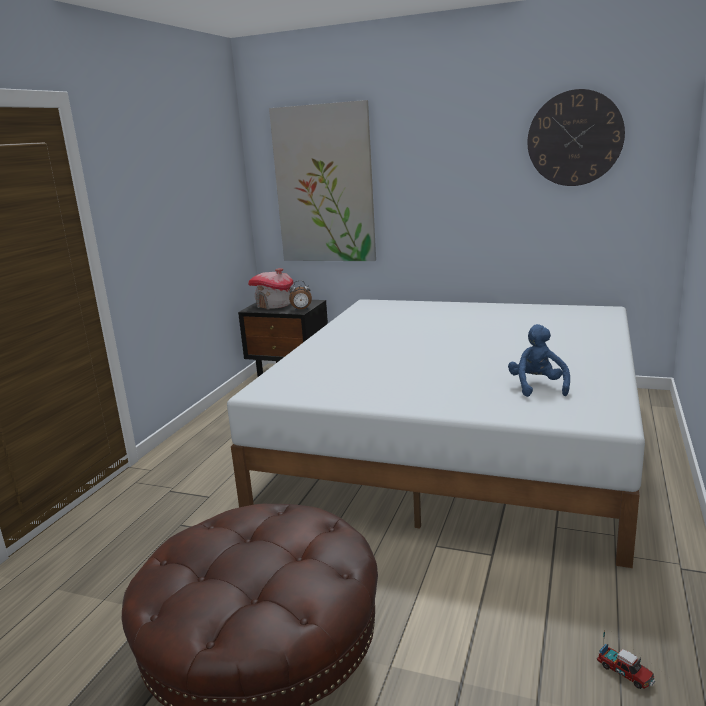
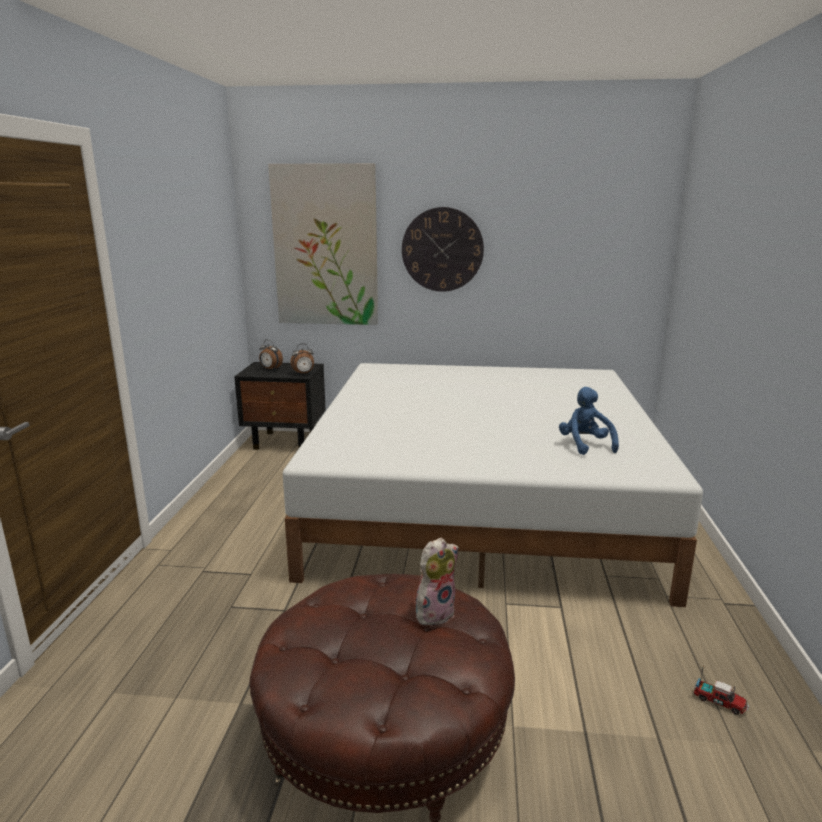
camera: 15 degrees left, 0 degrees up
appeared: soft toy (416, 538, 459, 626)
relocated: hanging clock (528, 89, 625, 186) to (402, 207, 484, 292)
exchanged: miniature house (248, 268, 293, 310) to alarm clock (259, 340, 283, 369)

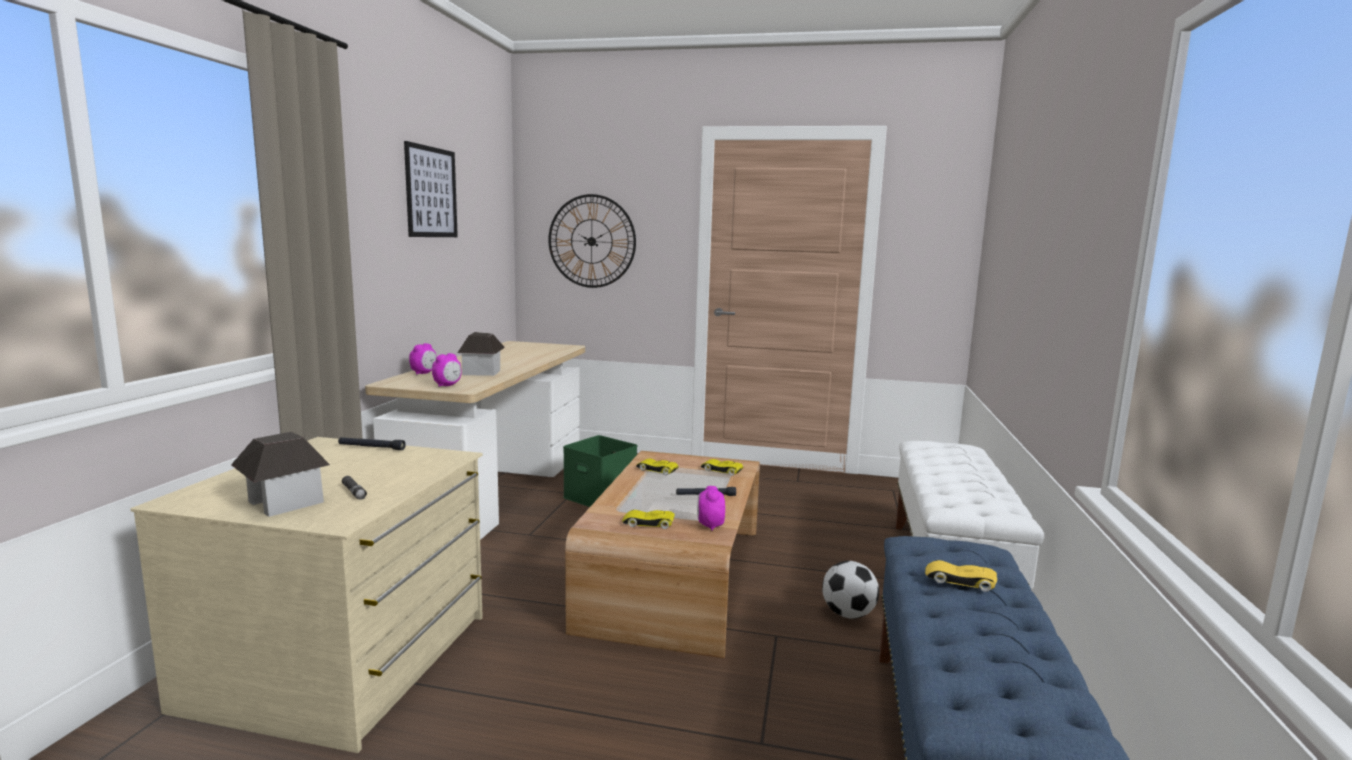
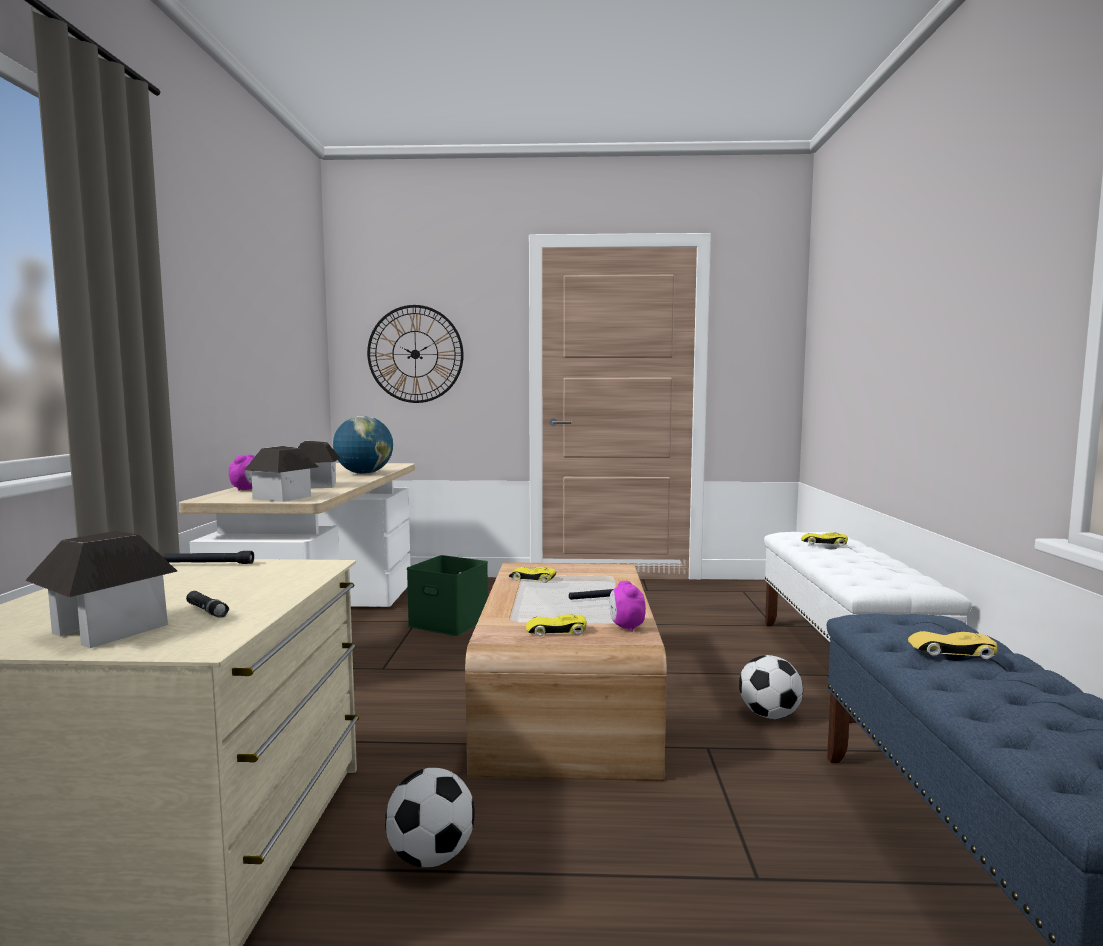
camera: 10 degrees left, 5 degrees down
missing: wall picture (404, 141, 458, 237)
appeared: world globe (333, 416, 393, 474); football ball (385, 768, 475, 867)
relocated: yellowish miniature car (701, 459, 743, 476) to (801, 532, 848, 546)
exchanged: alarm clock (432, 353, 462, 387) to miniature house (244, 446, 318, 502)

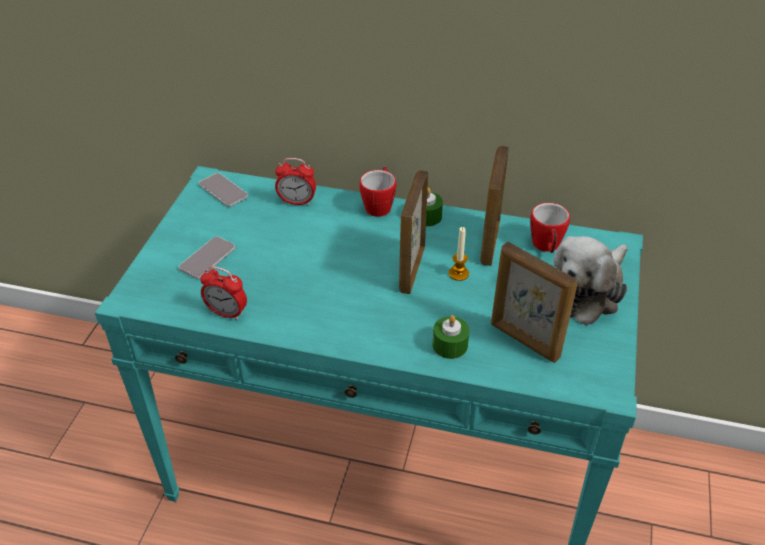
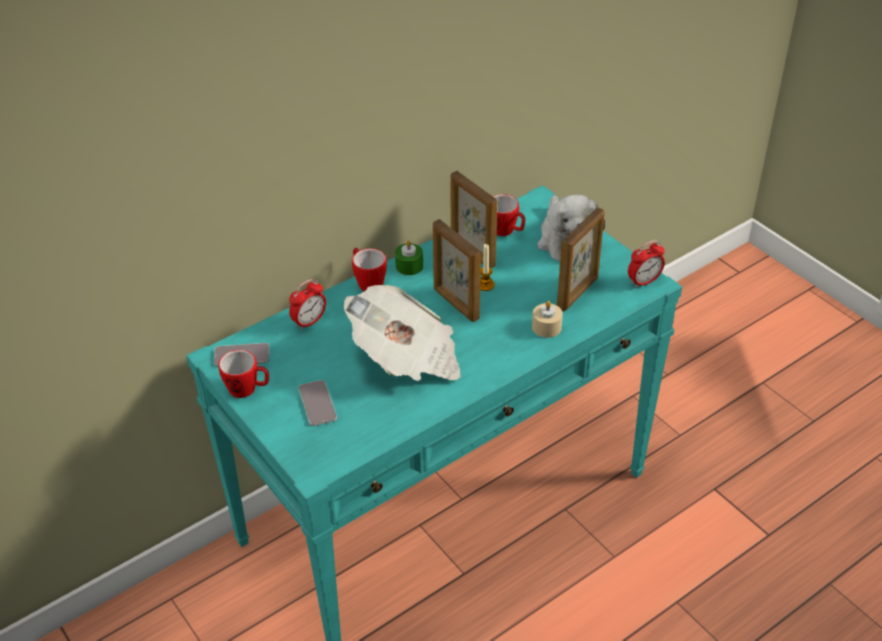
camera: 50 degrees left, 0 degrees up
appeared: tea mug (218, 350, 269, 398); newspaper (343, 285, 461, 381)
relocated: alarm clock (200, 266, 247, 320) to (628, 240, 665, 288)
colour: green wax candle (432, 315, 470, 359) to sand-coloured wax candle (532, 301, 563, 338)
spun: picture frame (491, 242, 578, 363) = (557, 207, 605, 311) 45 degrees counterclockwise

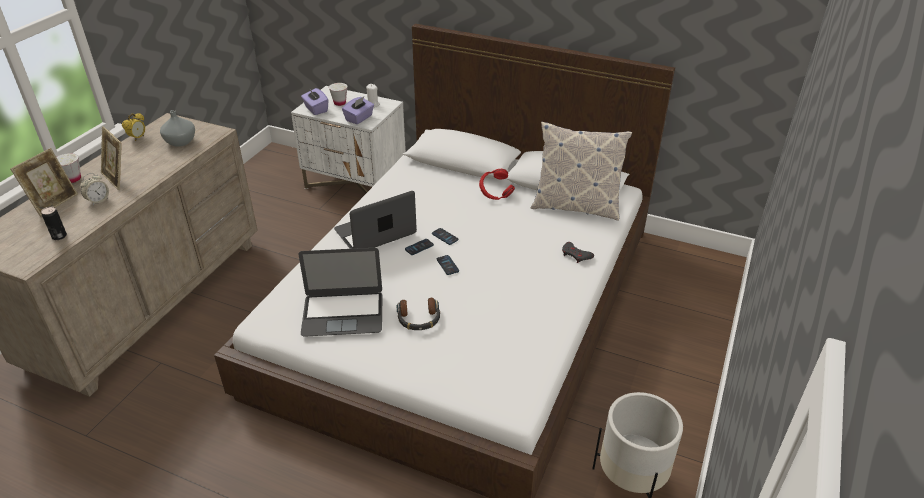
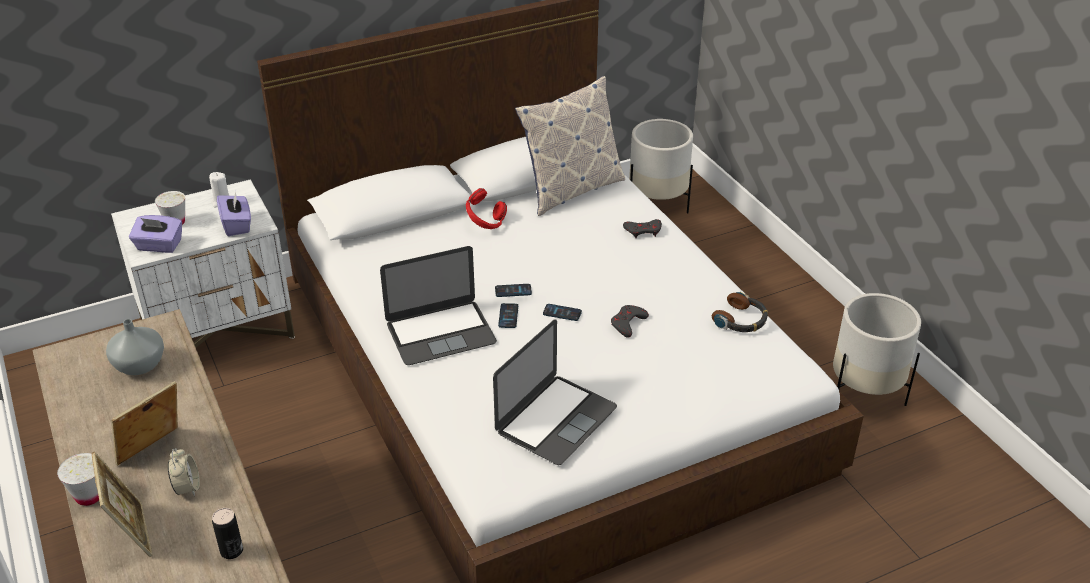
camera: 50 degrees left, 0 degrees up
missing: alarm clock (122, 113, 145, 141)
appeared: greyish joypad (611, 305, 649, 337); white flower pot (629, 119, 693, 213)
relocated: headphones (396, 298, 440, 330) to (712, 292, 768, 332)
spun: picture frame (101, 126, 122, 190) = (111, 381, 178, 466) 135 degrees clockwise; portable computer (334, 191, 417, 249) = (380, 246, 497, 365) 120 degrees counterclockwise

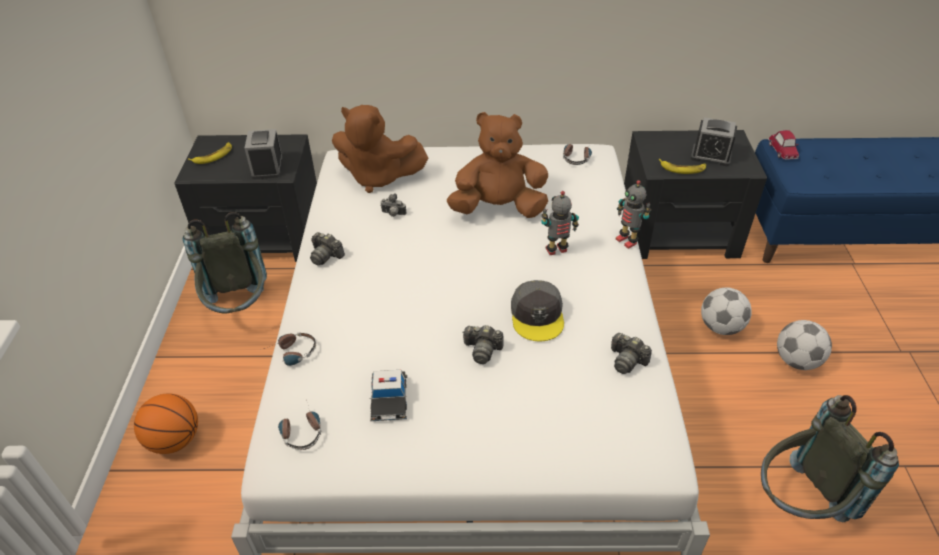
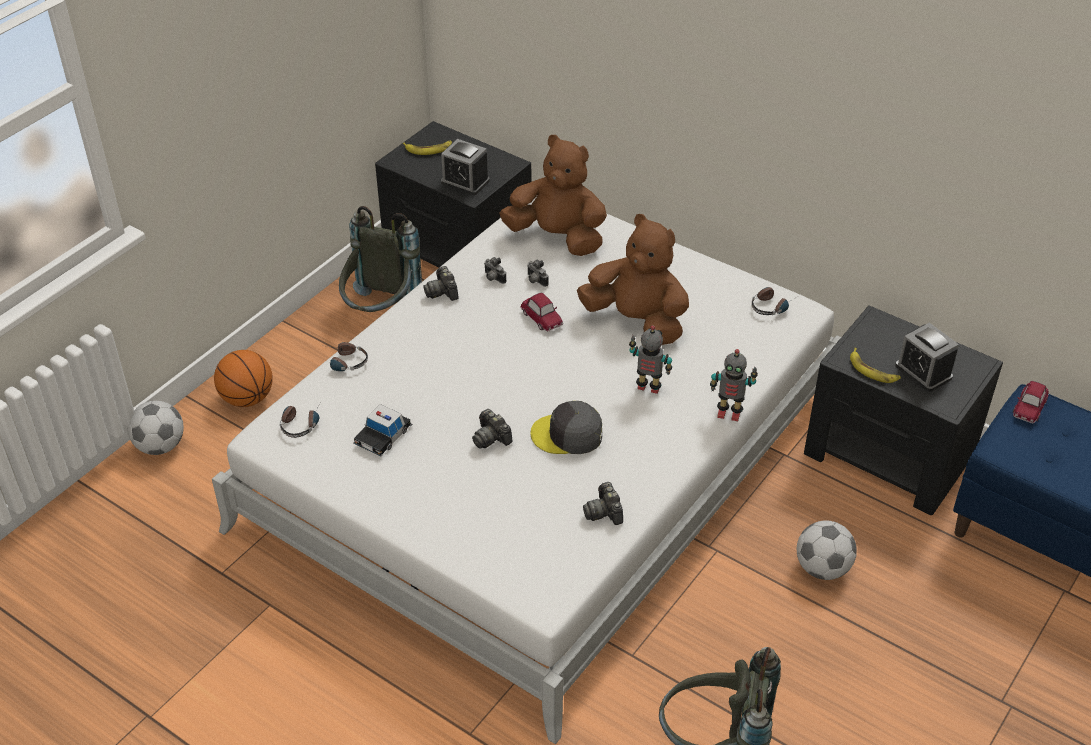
camera: 35 degrees right, 0 degrees up
appeared: photo camera (484, 257, 506, 284); miniature car (520, 293, 563, 331)
relocated: football ball (777, 320, 832, 370) to (127, 401, 184, 455)
spun: alarm clock (244, 129, 282, 179) = (441, 139, 490, 195) 90 degrees counterclockwise; brown soft toy (332, 105, 428, 193) = (499, 135, 607, 256) 150 degrees clockwise; greyish baseball cap (511, 280, 564, 342) = (530, 401, 602, 454) 60 degrees clockwise; model robot (616, 180, 651, 249) = (710, 349, 758, 421) 75 degrees counterclockwise

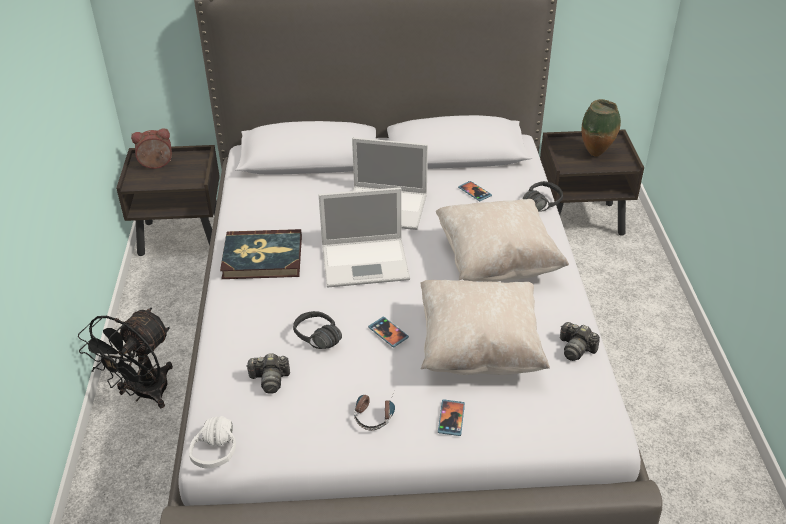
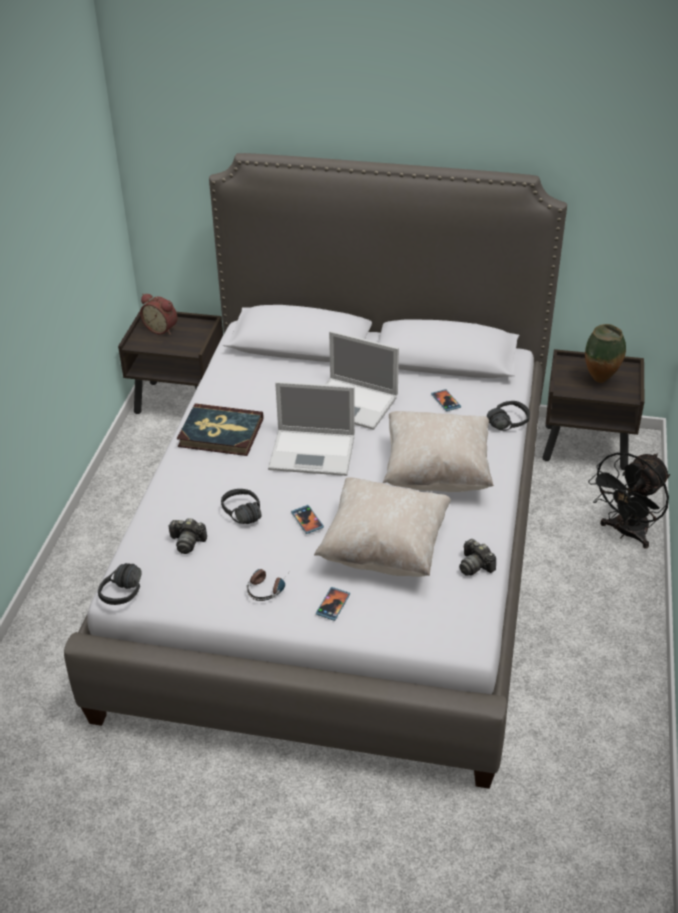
camera: 15 degrees right, 0 degrees up
relocated: blackish fan (78, 308, 173, 408) to (588, 453, 670, 549)
colour: white headphones (189, 416, 236, 469) to blackish headphones (98, 563, 142, 605)
spun: alarm clock (131, 128, 172, 169) = (140, 294, 177, 335) 150 degrees counterclockwise

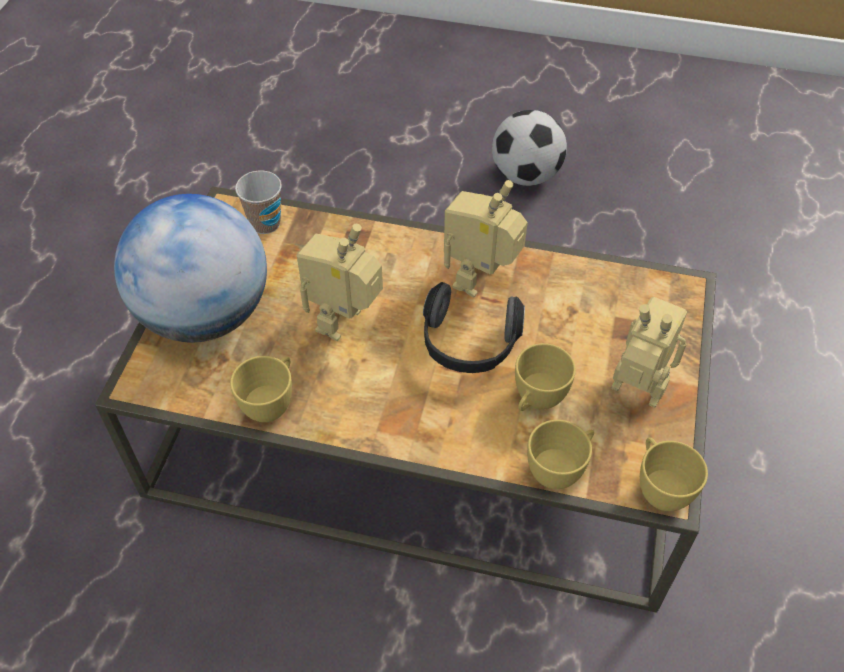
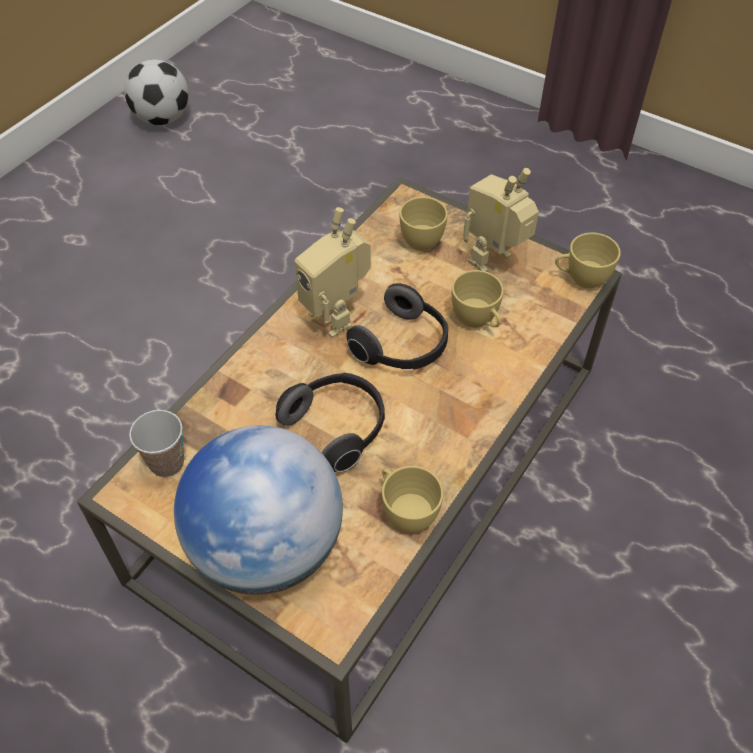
camera: 70 degrees left, 0 degrees up
relocated: football ball (492, 110, 567, 186) to (124, 59, 189, 125); yellowish small cup (527, 420, 594, 489) to (400, 197, 448, 251)
exchanged: model robot (297, 224, 383, 341) to headphones (276, 373, 385, 472)

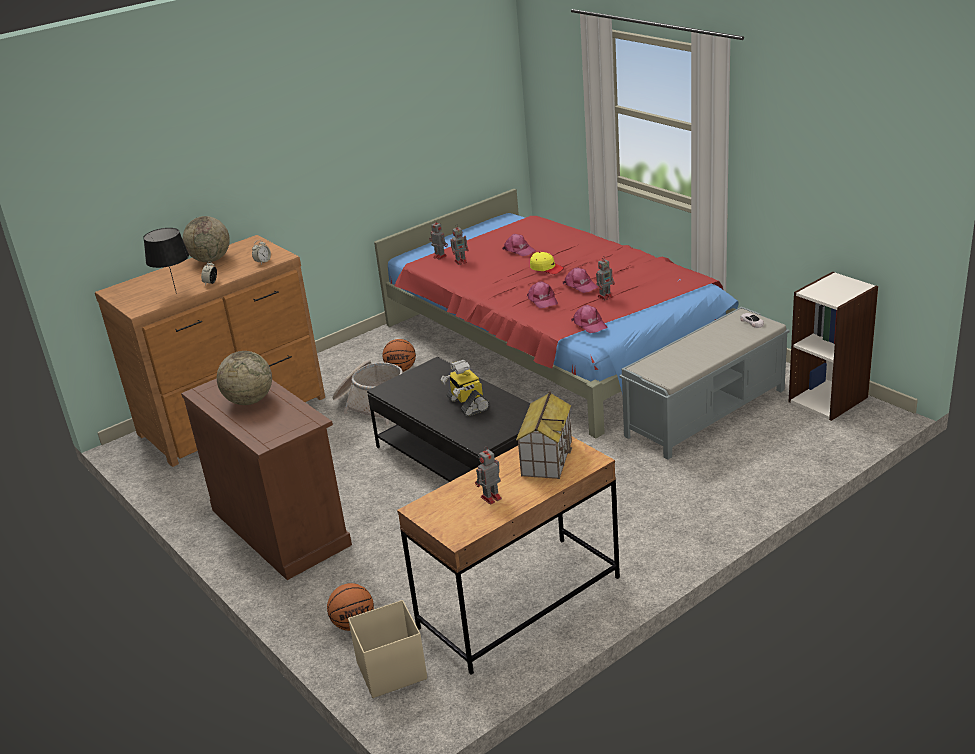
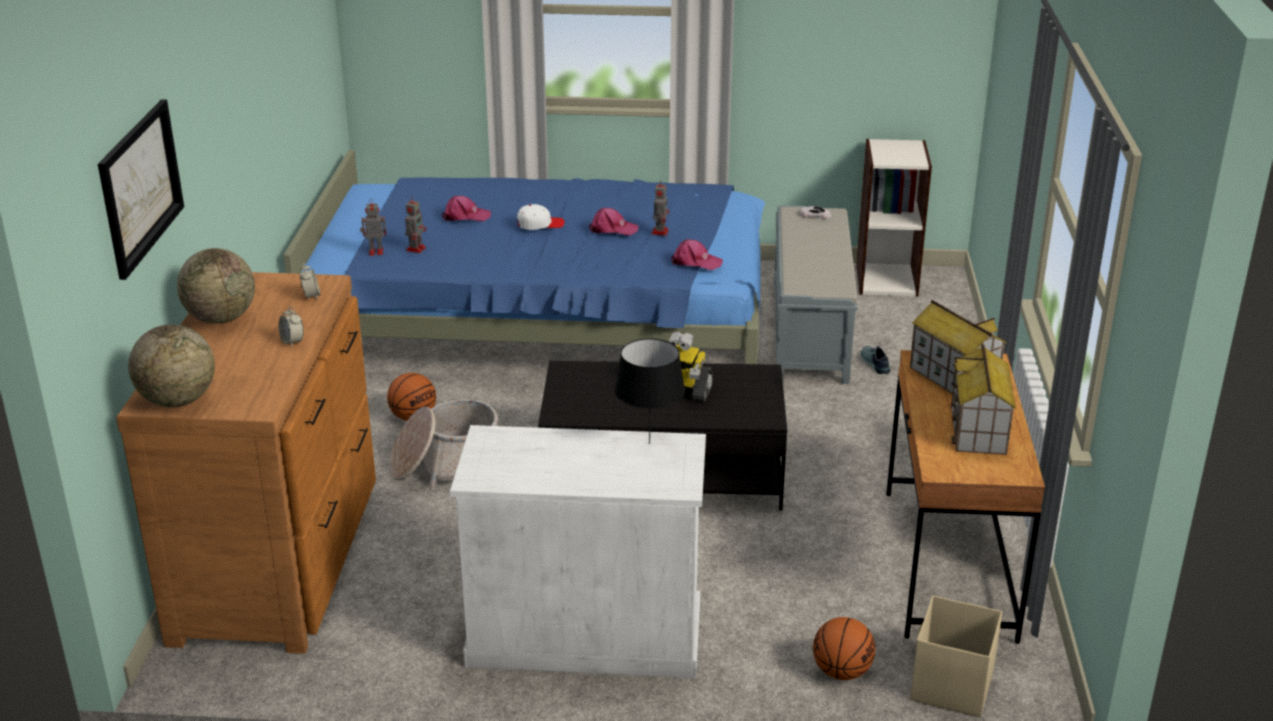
camera: 50 degrees left, 0 degrees up
missing: pink-coloured baseball cap (527, 281, 558, 308)
appeared: wall picture (98, 99, 184, 280); shoe (860, 346, 890, 374)
relocated: blackish lamp for a table (143, 228, 189, 294) to (615, 338, 685, 444); world globe (217, 351, 272, 405) to (128, 324, 215, 407)
exchanged: model robot (475, 446, 502, 505) to miniature house (951, 344, 1016, 455)
colour: brown cupboard (181, 378, 352, 580) to white cupboard (450, 425, 706, 678); red-coloured sleeping bed (374, 189, 739, 438) to blue sleeping bed (283, 150, 765, 364); yellowish baseball cap (530, 252, 564, 274) to white baseball cap (517, 204, 565, 230)

